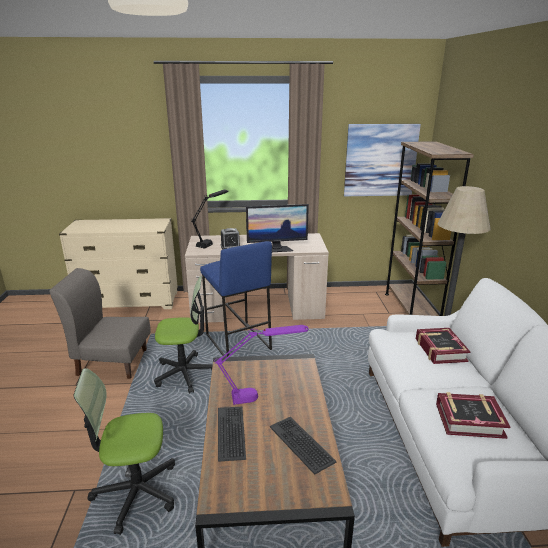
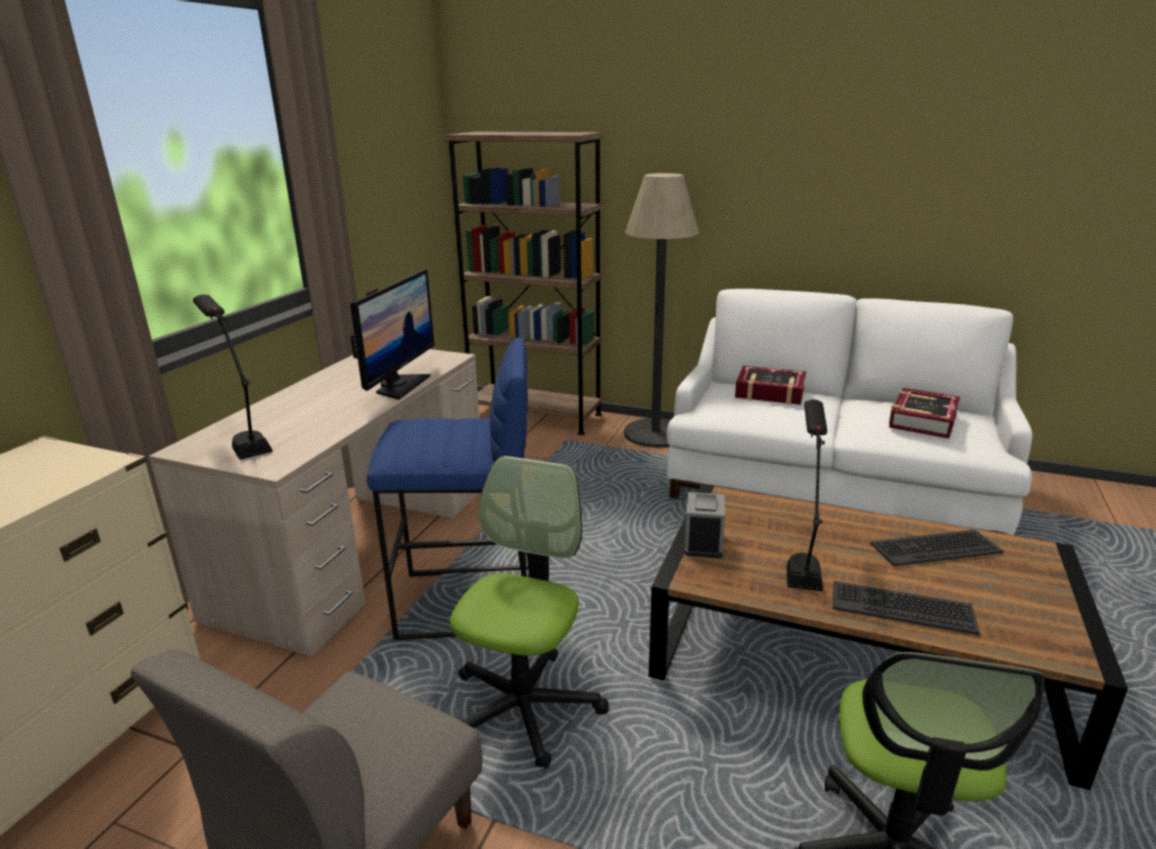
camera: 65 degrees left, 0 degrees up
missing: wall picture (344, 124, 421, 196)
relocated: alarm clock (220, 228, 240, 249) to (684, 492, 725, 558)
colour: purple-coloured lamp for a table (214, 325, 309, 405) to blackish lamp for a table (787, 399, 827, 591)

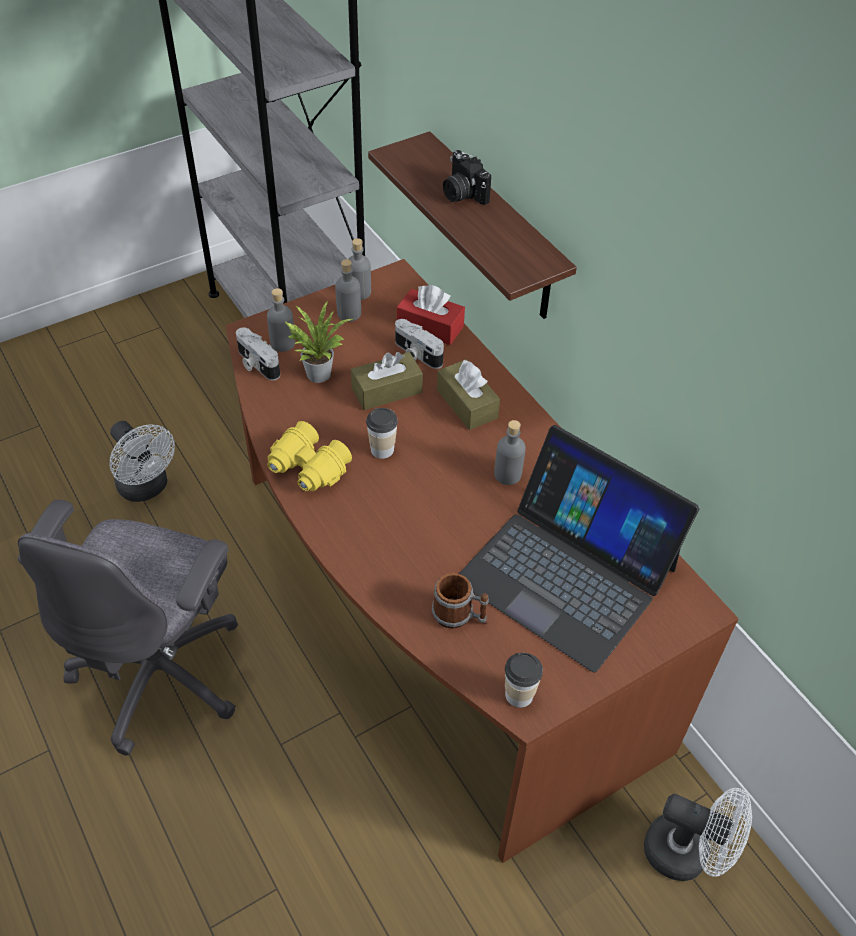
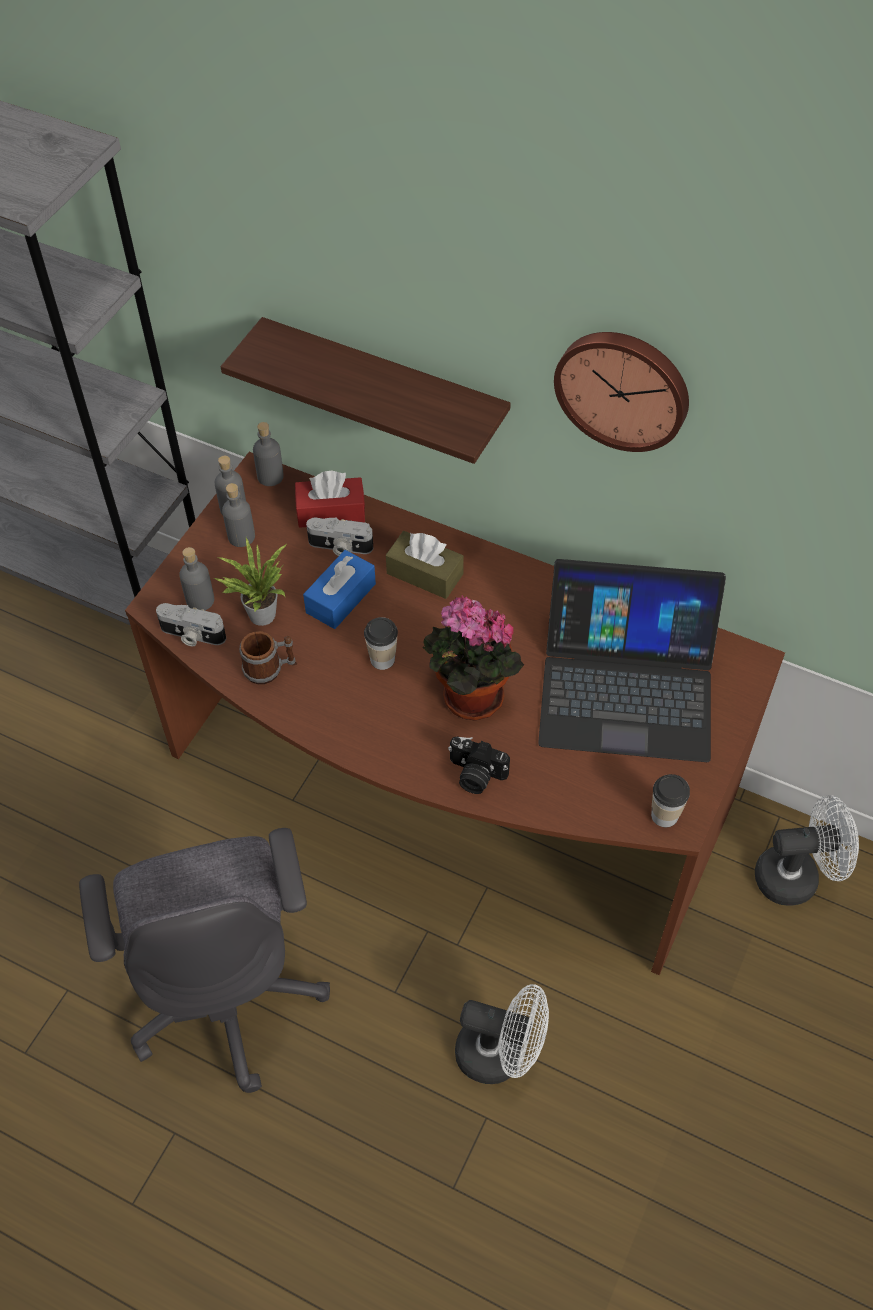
camera: 30 degrees left, 5 degrees up
missing: yellowish field glasses (267, 421, 352, 491)
appeared: plant in a pot (422, 595, 524, 720); hanging clock (554, 332, 689, 452)
relocated: white fan (109, 421, 175, 502) to (455, 984, 549, 1084); tea mug (432, 573, 489, 629) to (240, 631, 297, 684); photo camera (443, 150, 491, 205) to (448, 736, 510, 794); greyish bottle (494, 420, 526, 485) to (253, 422, 284, 486)
colour: brown tissue holder (351, 352, 423, 410) to blue tissue holder (303, 550, 376, 629)

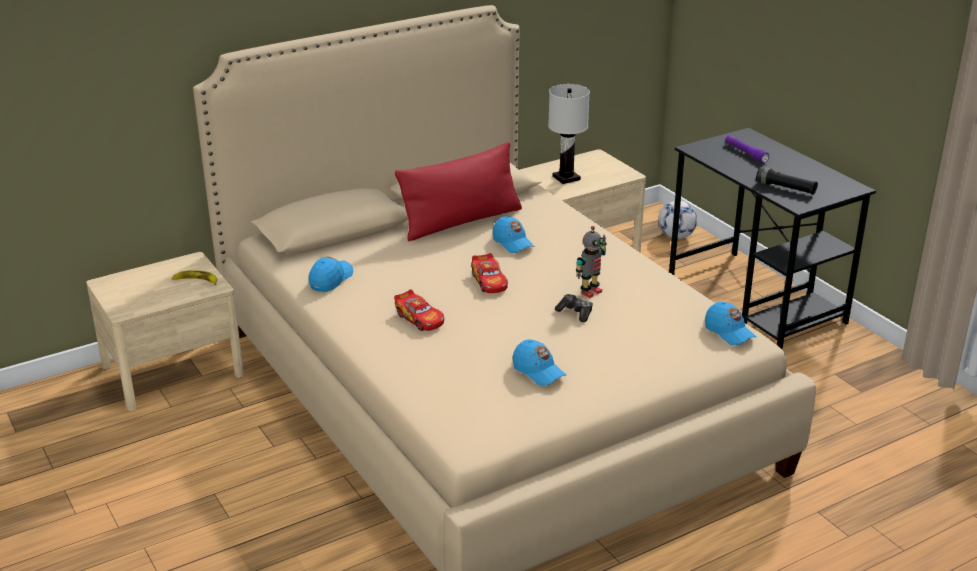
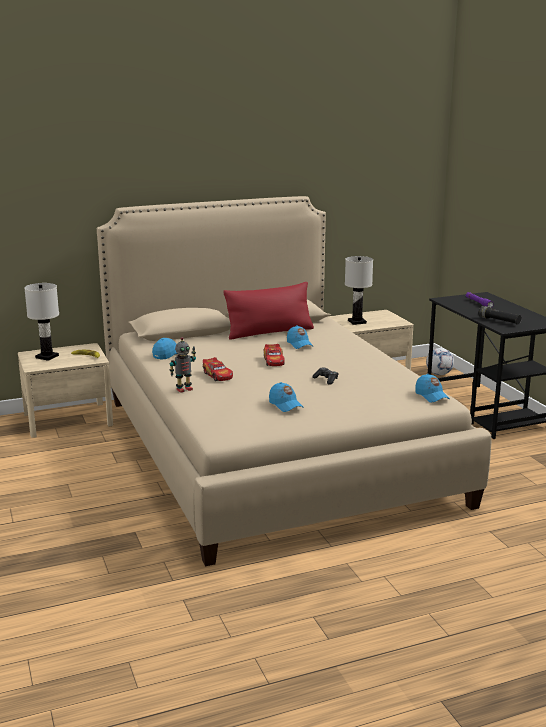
camera: 10 degrees right, 10 degrees down
appeared: white lamp for a table (24, 283, 59, 361)
relocated: model robot (576, 226, 607, 298) to (170, 337, 196, 393)

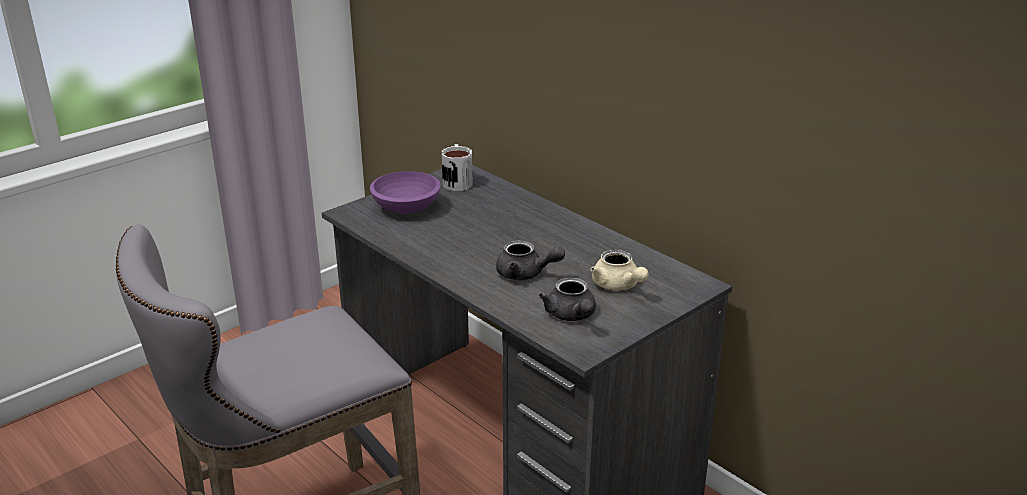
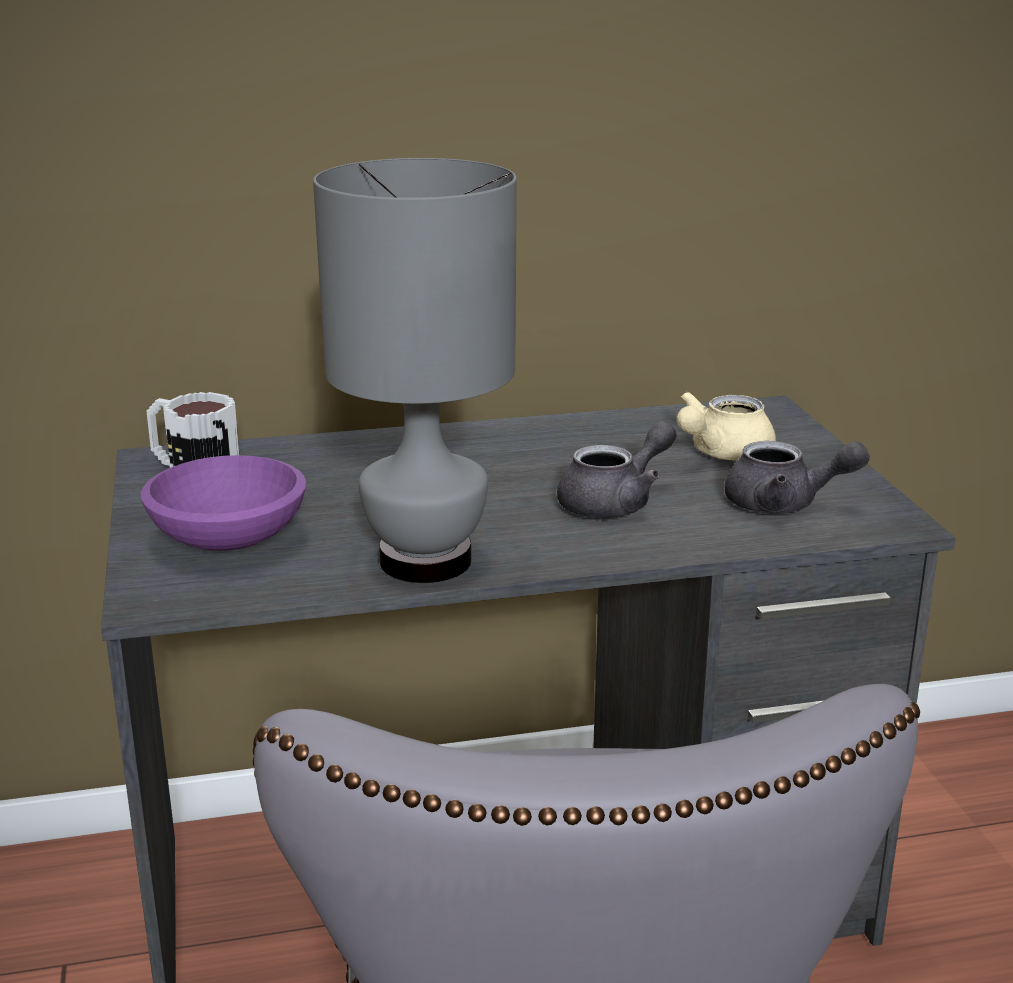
camera: 60 degrees left, 5 degrees down
appeared: greyish lamp for a table (313, 158, 517, 583)
spun: sand-coloured teapot (591, 250, 648, 291) = (677, 392, 776, 461) 135 degrees clockwise

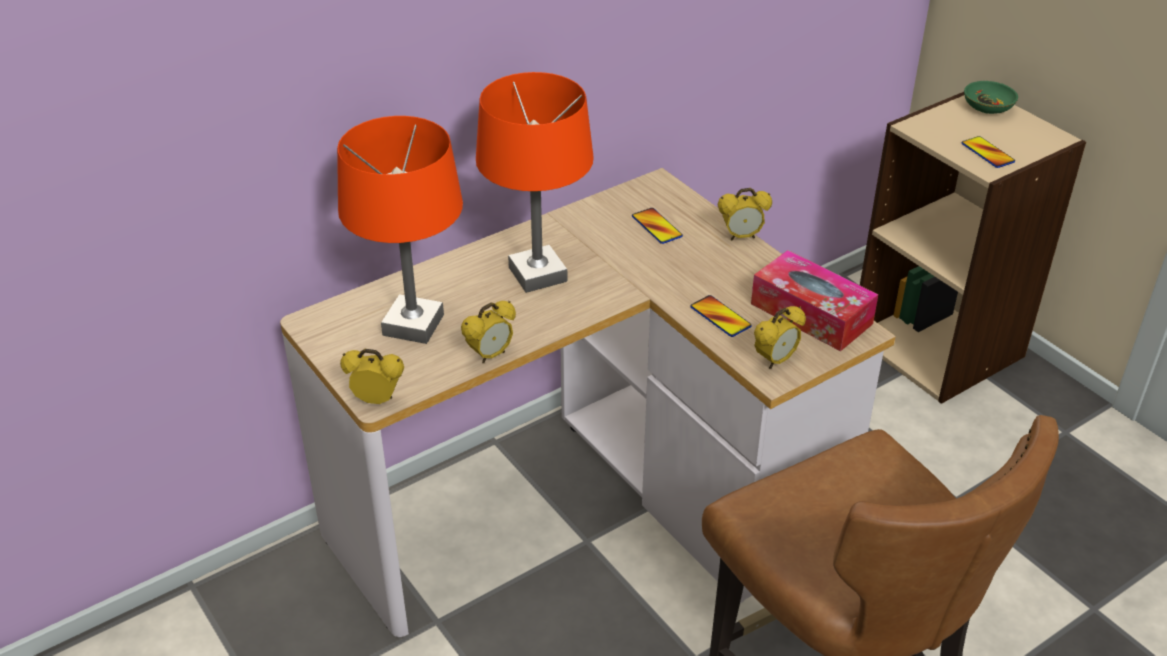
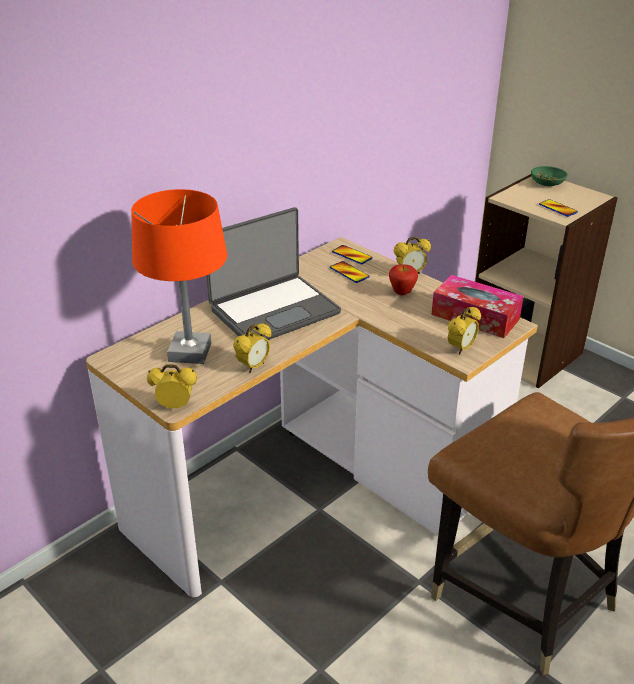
camera: 10 degrees left, 5 degrees down
appeared: whole apple (389, 264, 418, 295)
relocated: handset (690, 295, 752, 337) to (332, 245, 373, 264)
exchanged: orange-coloured lamp for a table (476, 72, 594, 293) to portable computer (206, 207, 341, 340)

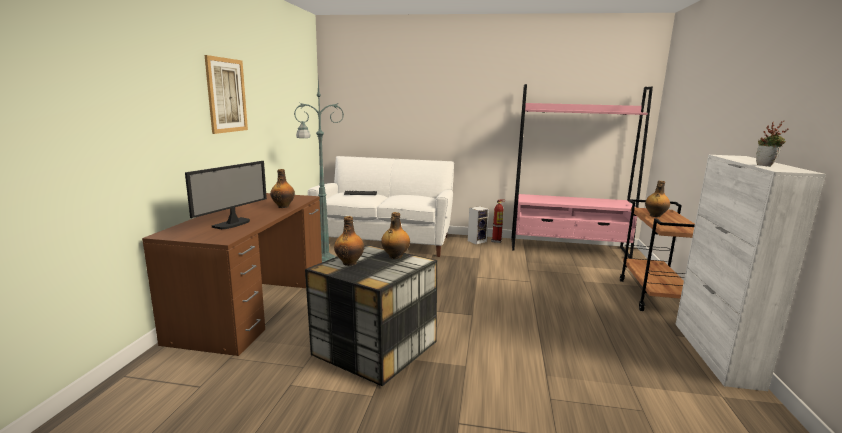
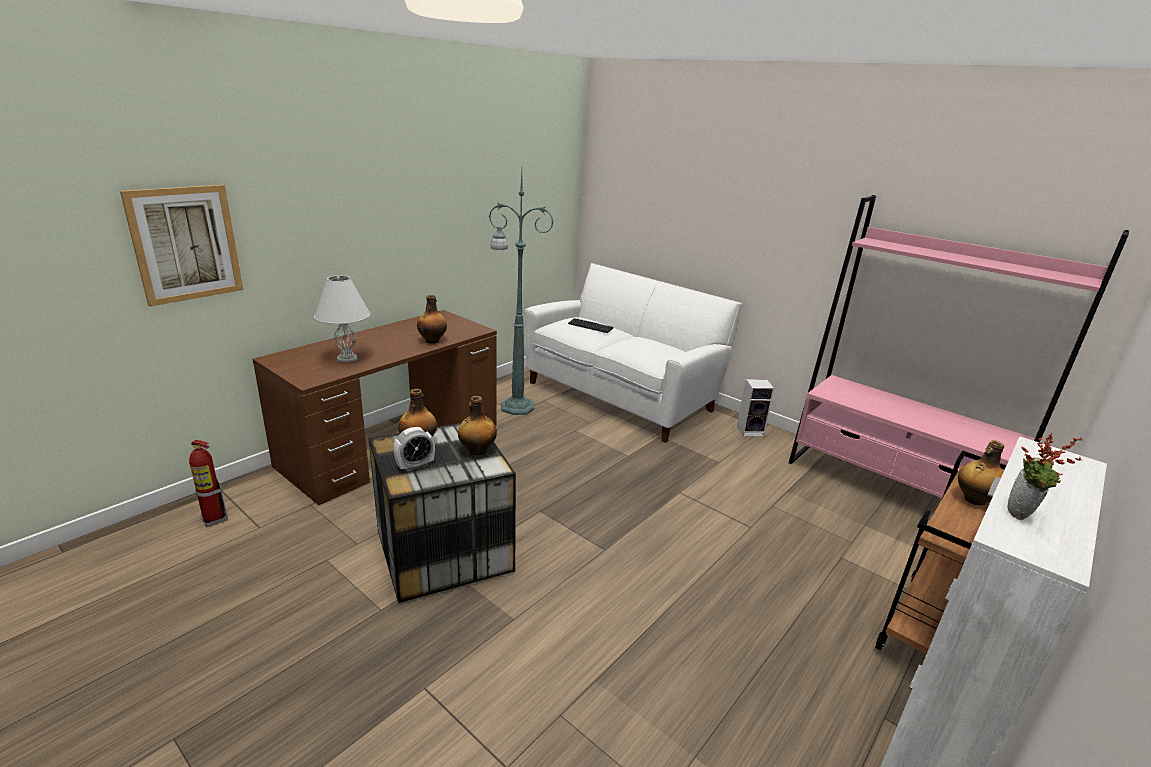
camera: 30 degrees right, 10 degrees up
appeared: alarm clock (393, 427, 435, 472)
relocated: wall picture (204, 55, 248, 134) to (120, 185, 243, 307); fire extinguisher (491, 200, 505, 243) to (189, 440, 228, 527)
exchanged: computer screen (185, 161, 267, 229) to white lamp for a table (314, 275, 370, 363)

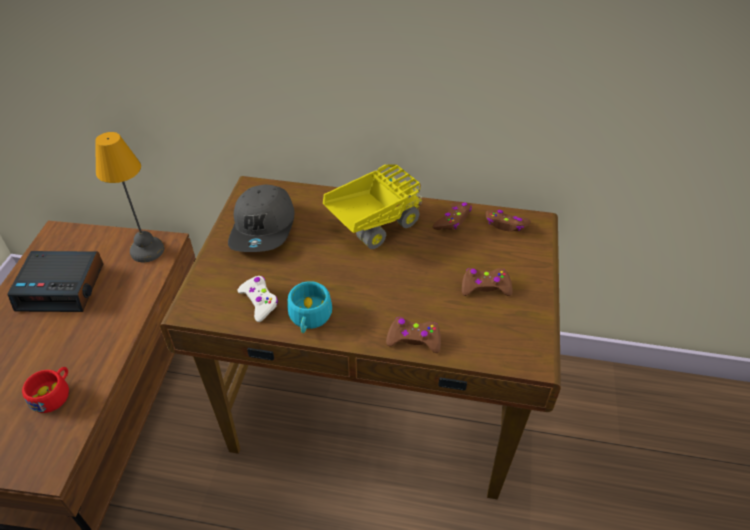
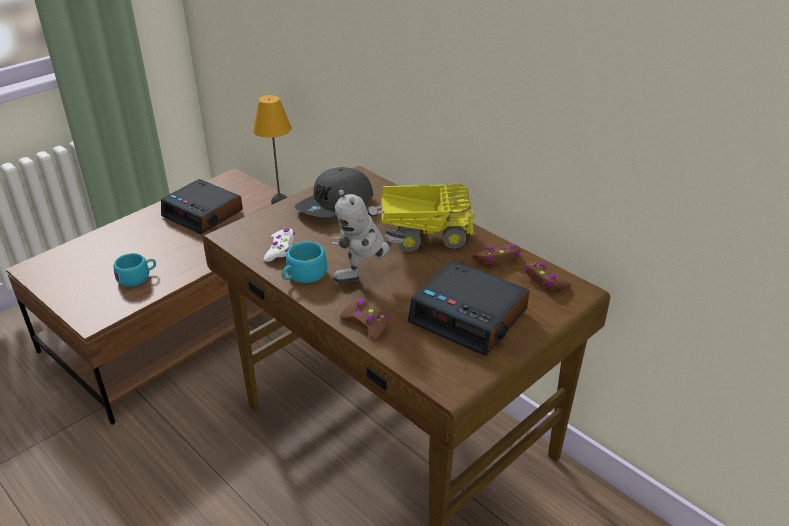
camera: 35 degrees right, 10 degrees down
appeared: model robot (332, 190, 406, 283)
exchanged: brown joypad (462, 268, 513, 296) to alarm clock (408, 260, 530, 356)
colour: red-coloured small cup (22, 367, 69, 413) to blue-green small cup (113, 253, 156, 287)

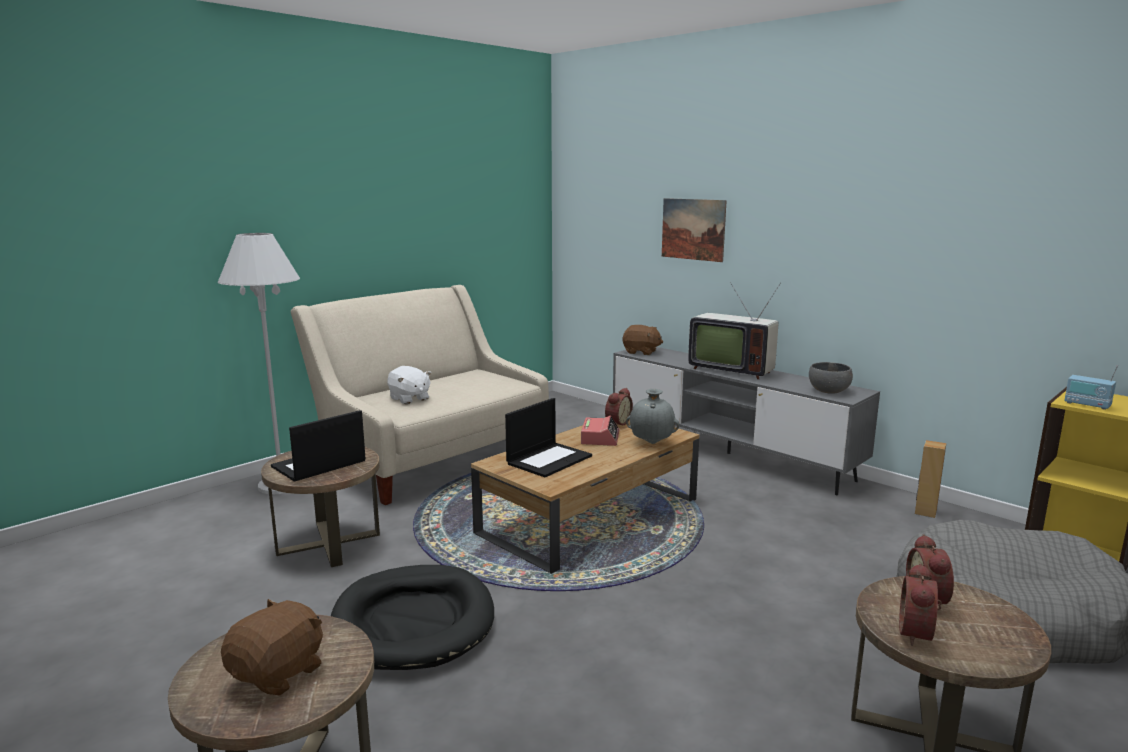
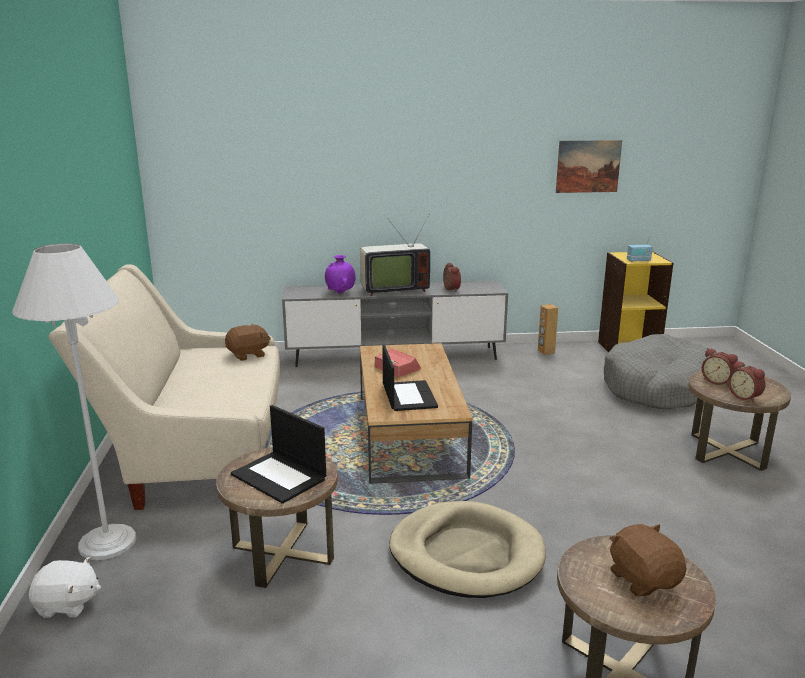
camera: 50 degrees left, 5 degrees up
missing: greyish flower vase (626, 389, 679, 444); greyish deep dish (809, 362, 853, 394)
appeared: purple-coloured flower vase (325, 255, 356, 294)
relocated: white soft toy (387, 366, 431, 404) to (29, 557, 101, 618); alarm clock (605, 388, 633, 425) to (443, 262, 461, 291); brown soft toy (623, 325, 663, 355) to (225, 324, 271, 361); wall picture (662, 198, 727, 262) to (556, 140, 622, 193)
colour: blackish pet bed (331, 565, 494, 670) to sand-coloured pet bed (389, 501, 546, 598)
spun: portable computer (271, 410, 366, 482) = (231, 405, 326, 504) 45 degrees counterclockwise

